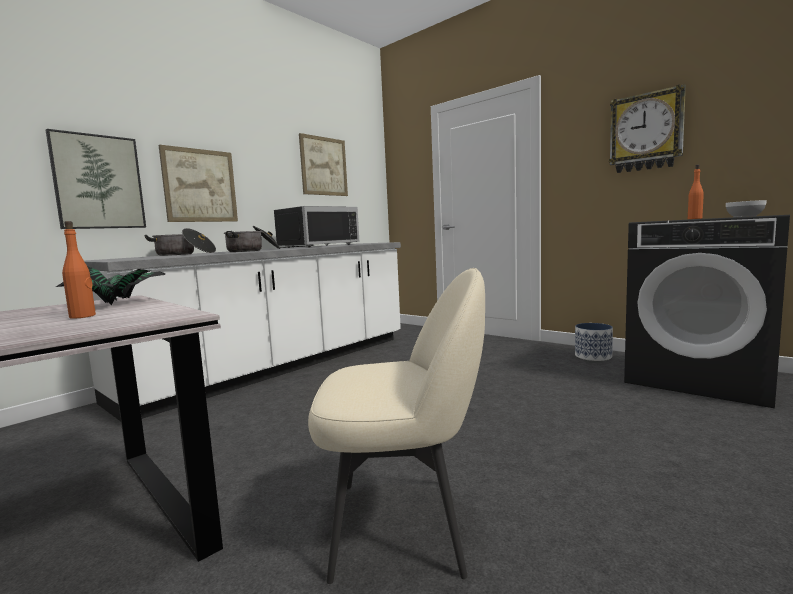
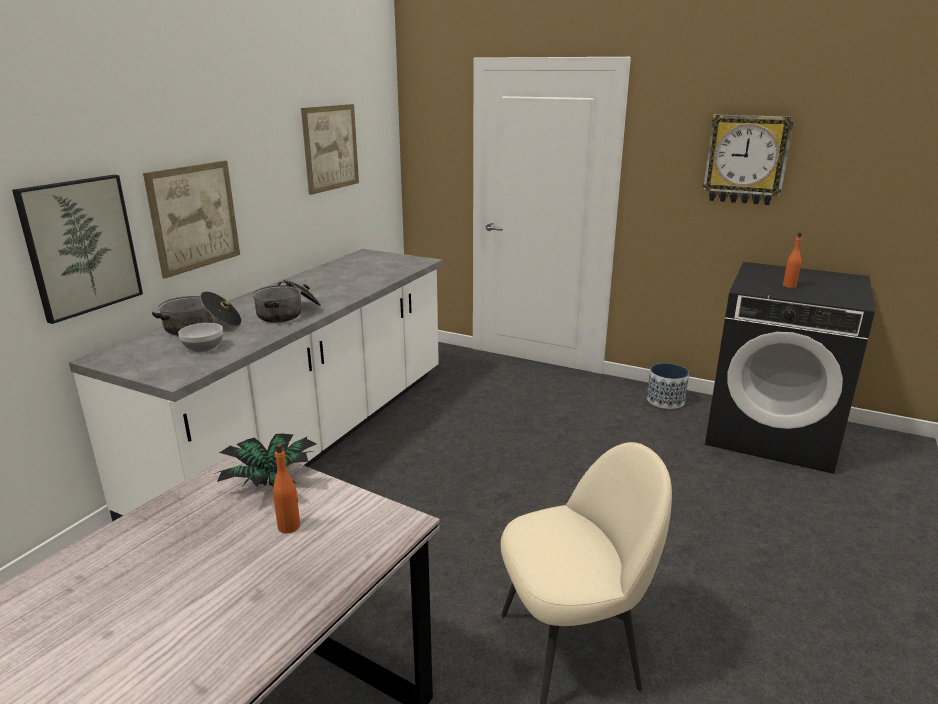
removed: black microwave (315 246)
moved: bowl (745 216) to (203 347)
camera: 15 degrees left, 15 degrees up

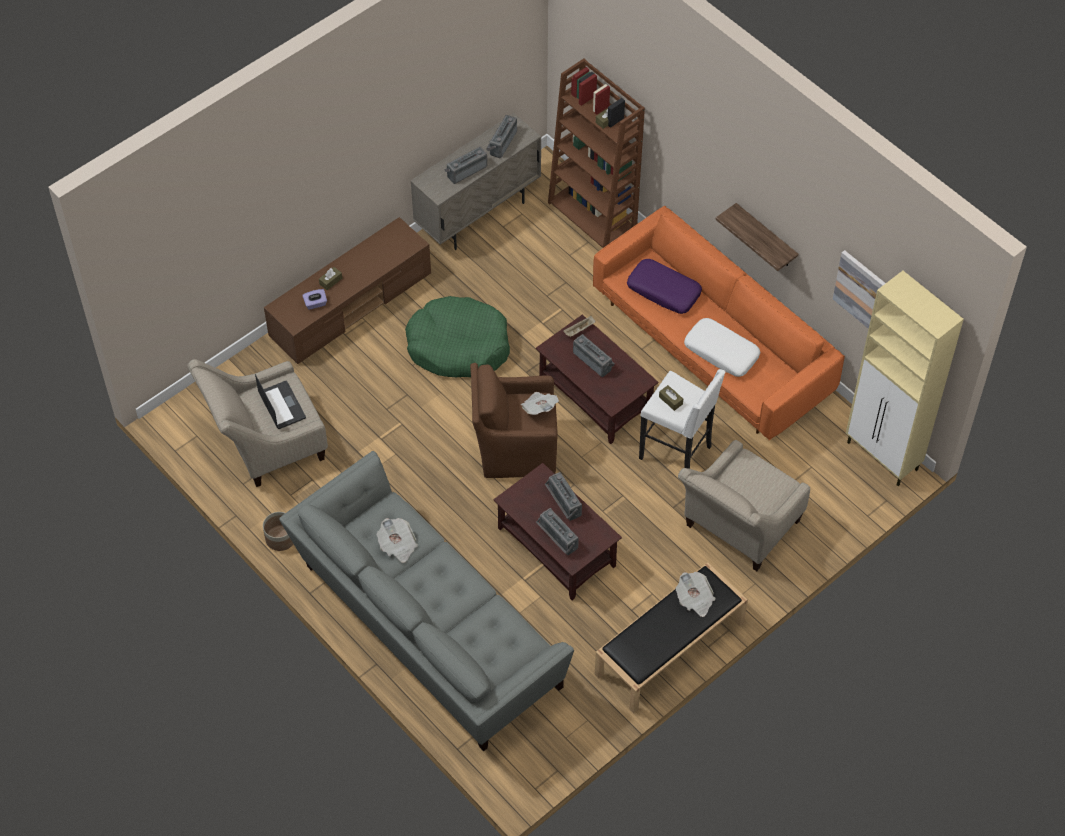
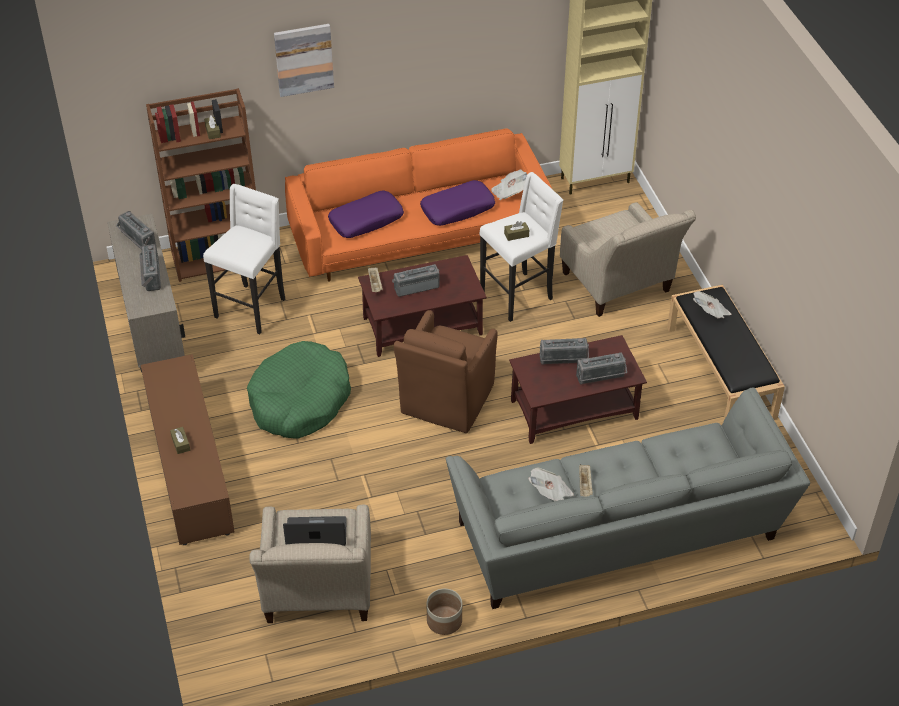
removed: purple tissue box (315 304); shelf (765 237)
added: white stool (252 308); beige tray (585 485)
moved: newspaper (539 408) to (509 192); picture (860 290) to (304 59)
recoloured: white pillow (721 352) to purple pillow (457 209)
camera: 65 degrees left, 10 degrees down

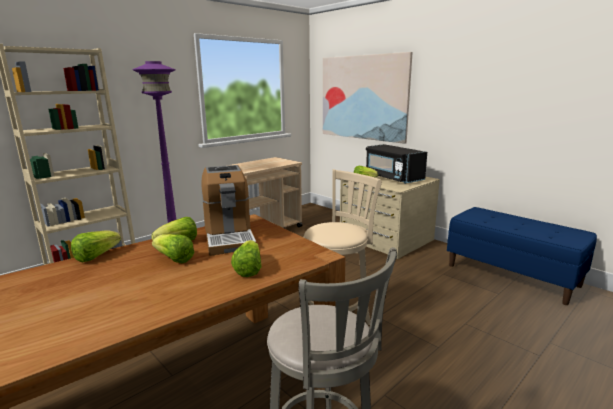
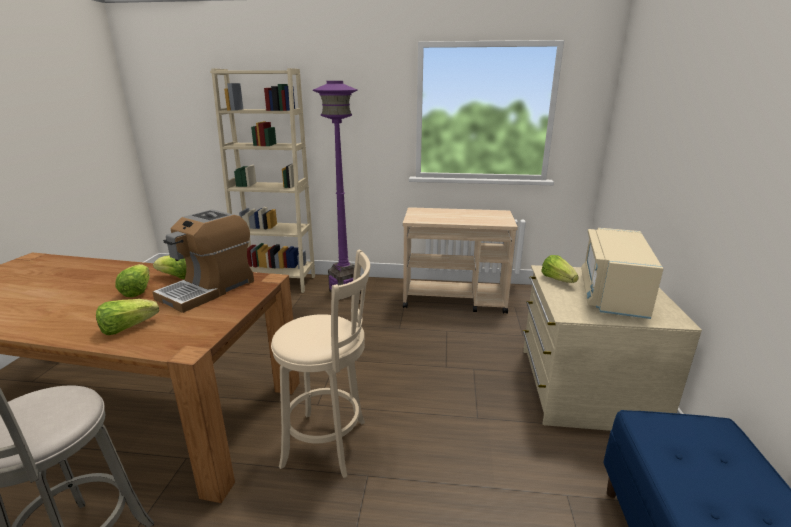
removed: lettuce (96 256); picture (363 97)
recoloured: black microwave (392 178) to beige microwave (612 294)
camera: 50 degrees right, 5 degrees up

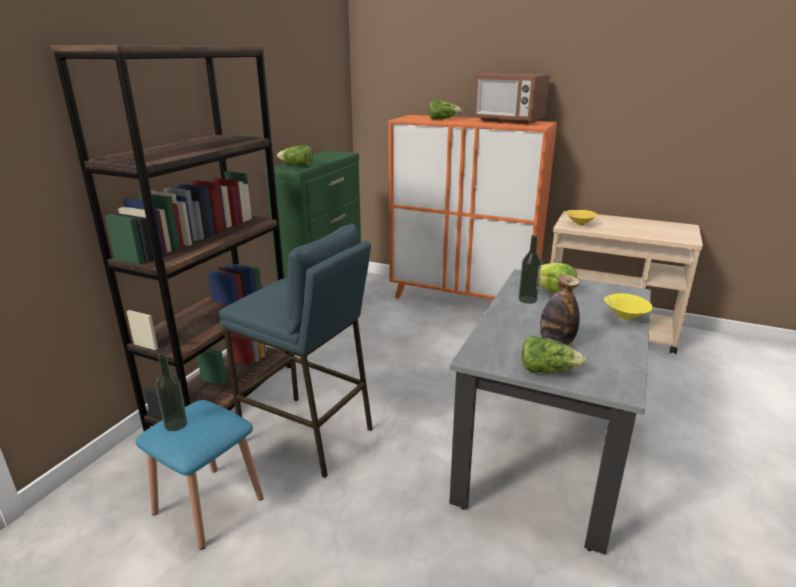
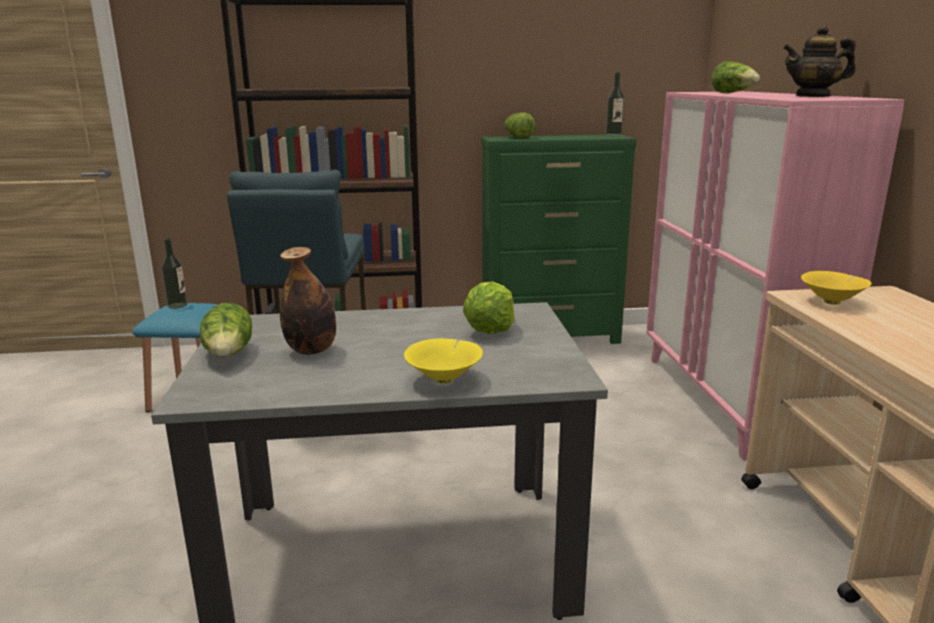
moved: bottle (527 299) to (613 134)
replaced: microwave (508 121) to teapot (813 96)
recoloured: orange cabinet (463 300) to pink cabinet (726 401)
camera: 60 degrees right, 5 degrees down

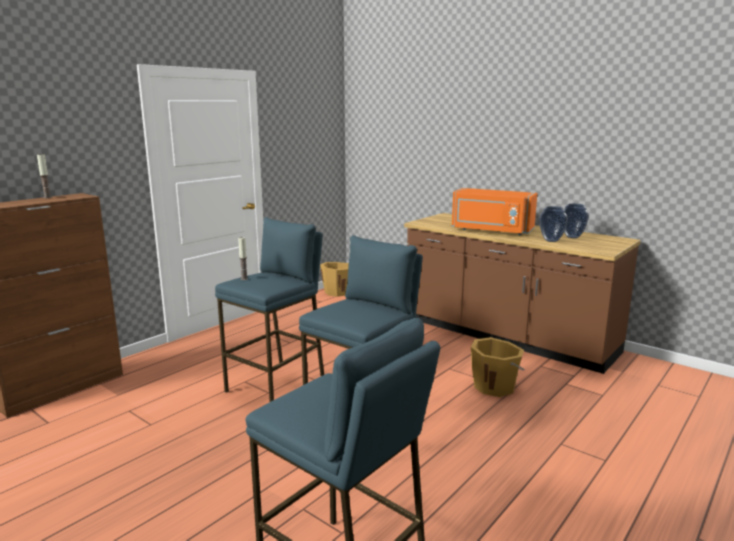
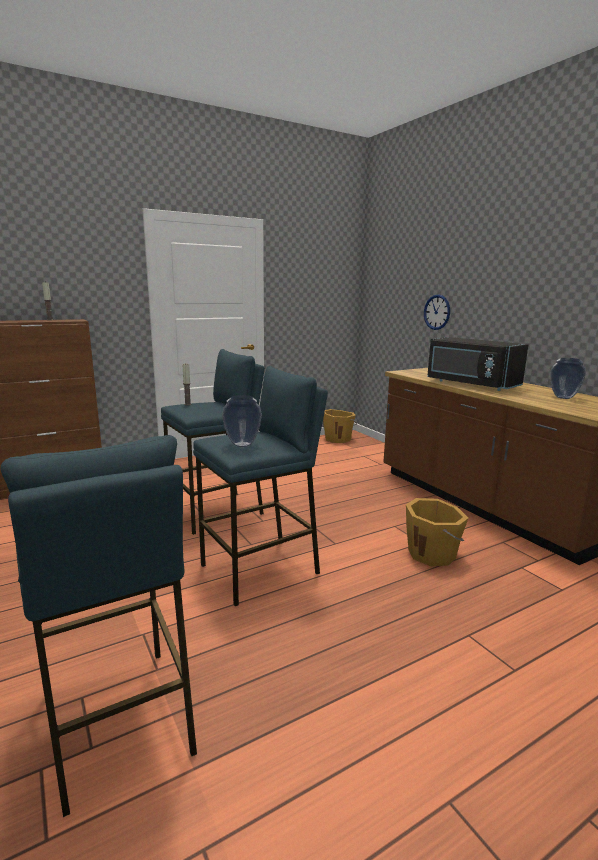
added: wall clock (437 312)
moved: vase (551 240) to (241 444)
recoloured: orange microwave (491 230) to black microwave (470 384)
camera: 20 degrees right, 0 degrees up

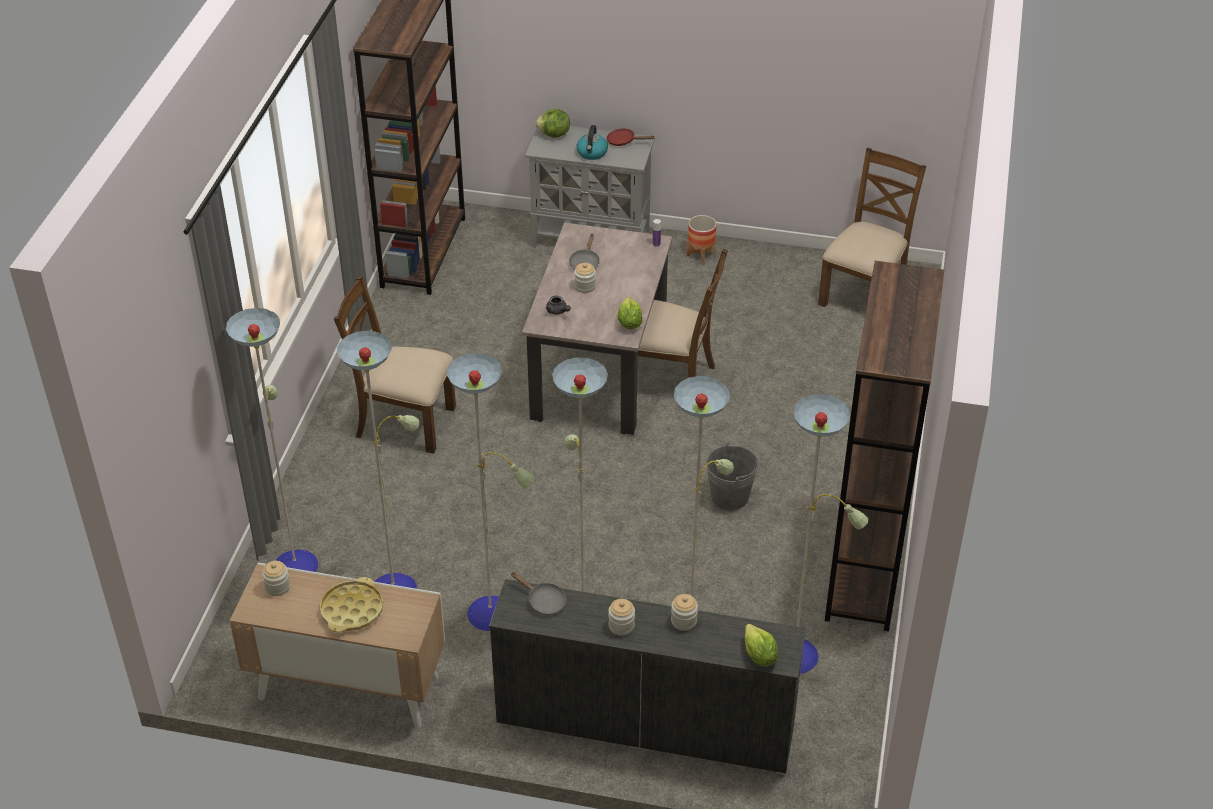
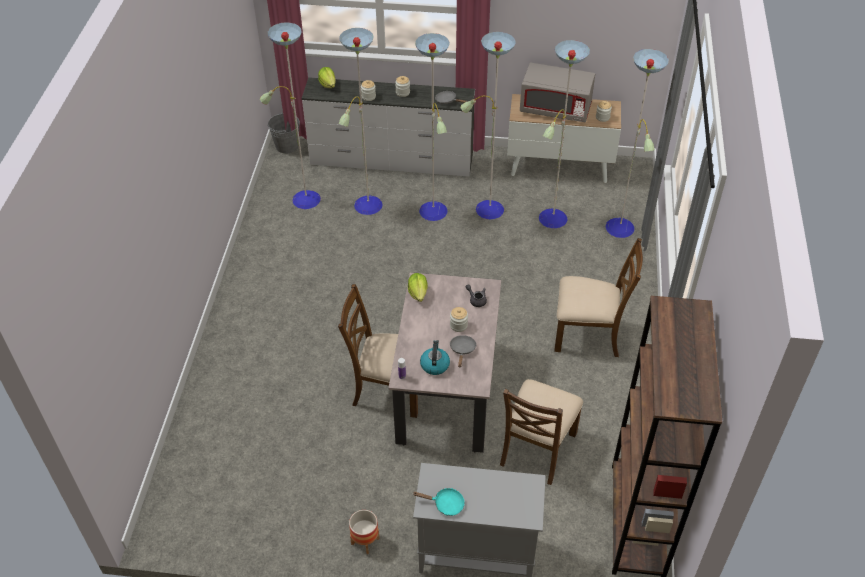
removed: lettuce (554 135); brown bookcase (864 569)
moved: kettle (592 153) to (434 365); grey bucket (730 497) to (287 146); brown chair (864 293) to (537 449)
replaced: yellow tray (352 610) to grey microwave (555 109)
recoloured: red frying pan (624 141) to turquoise frying pan (445 504)
camera: 175 degrees right, 5 degrees up

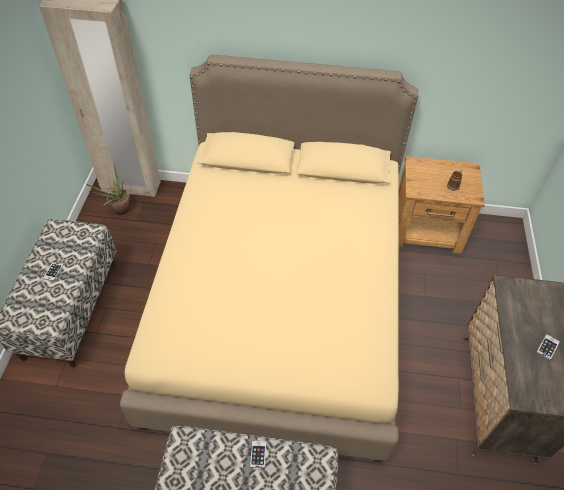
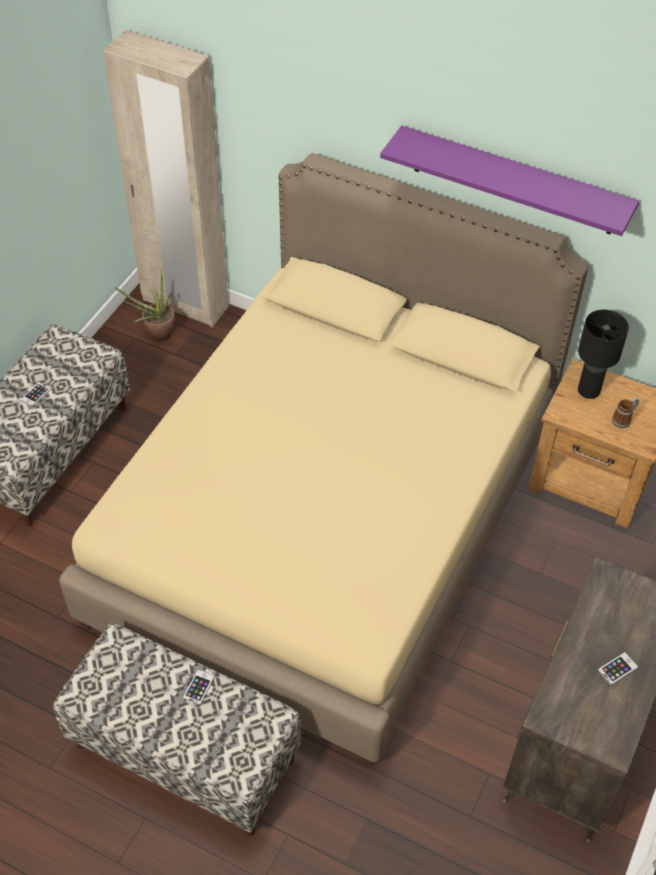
added: purple shelf (513 181); black table lamp (588 391)
camera: 20 degrees right, 0 degrees up

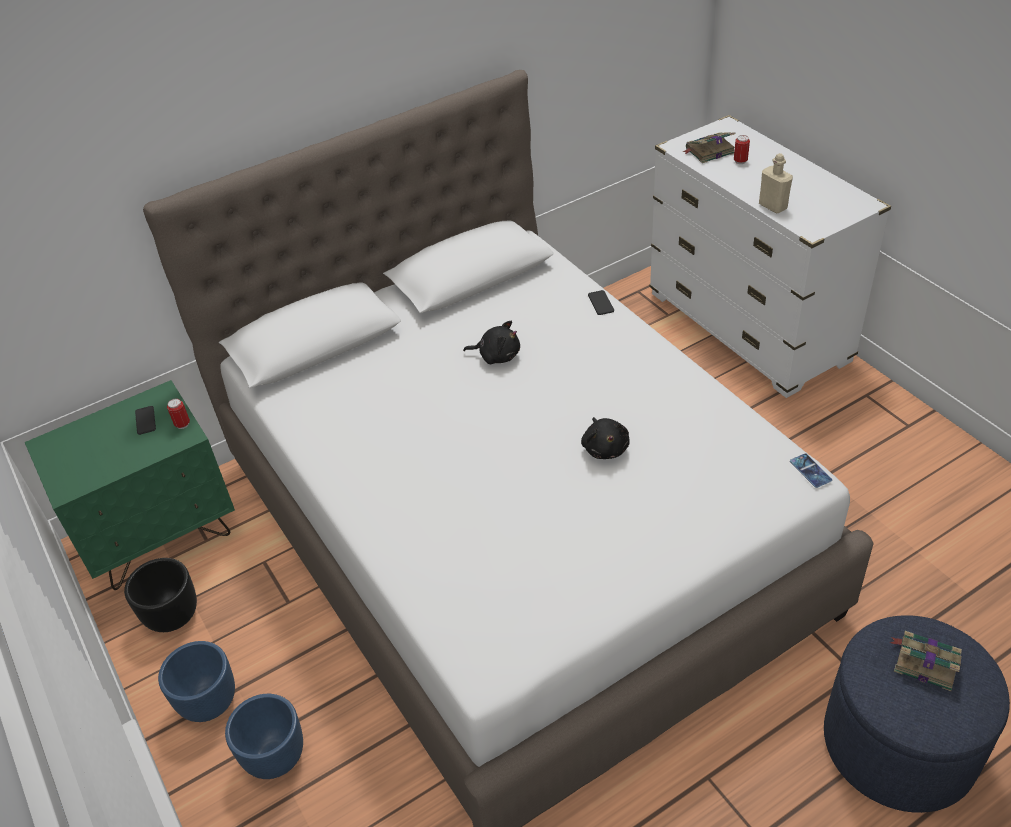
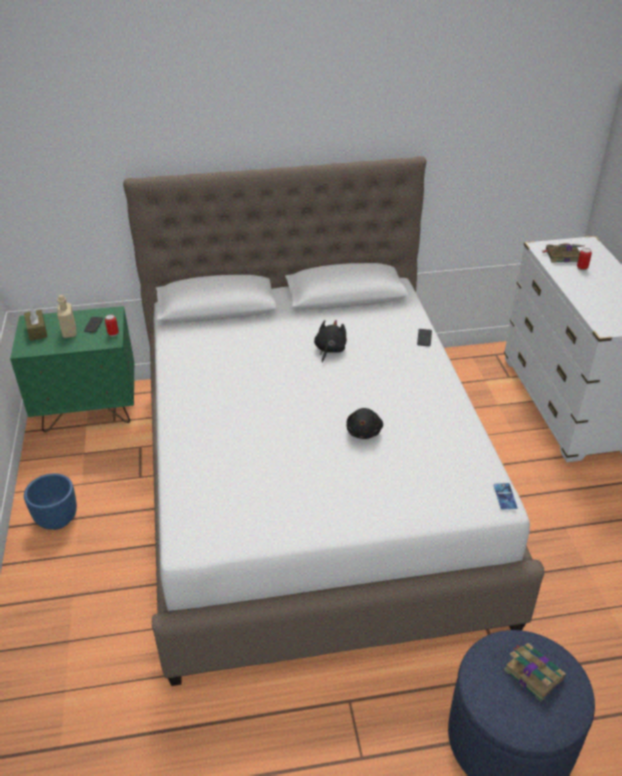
removed: black planter (173 617); blue planter (275 756)
added: brown tissue box (37 330)
moved: beige bottle (773 206) to (69 332)
turned: black plush toy (497 355) = (329 350) 105 degrees counterclockwise
camera: 20 degrees right, 5 degrees down

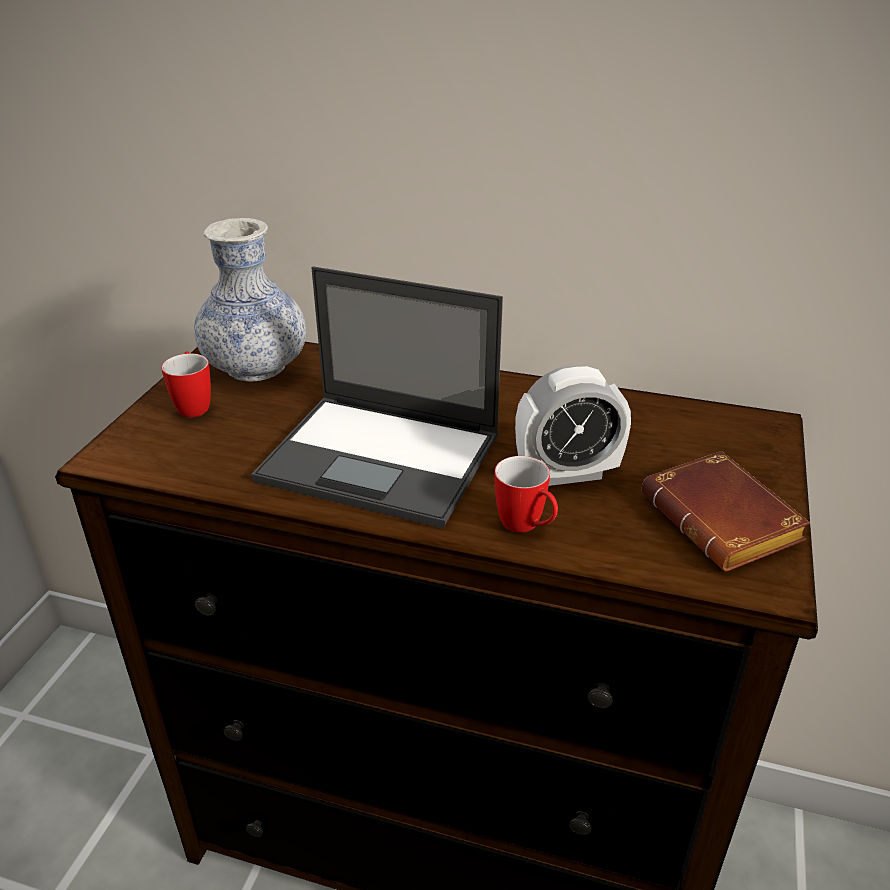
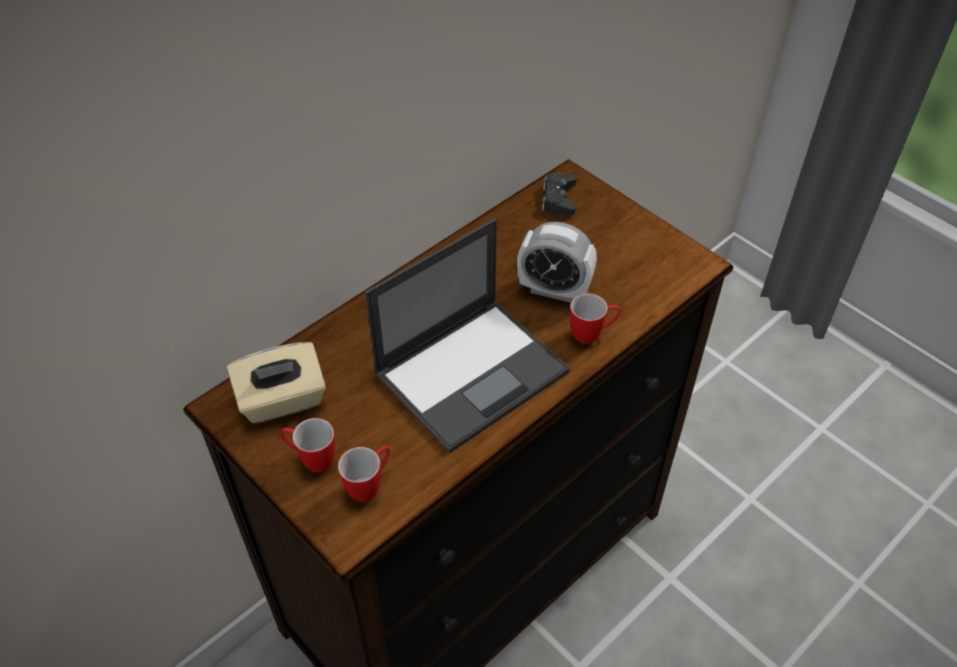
removed: brown book (725 522)
added: mug (370 485); black game controller (559 199)
replaced: vase (256 367) to beige tissue box (282 400)
turned: alarm clock (567 473) = (554 290) 90 degrees clockwise
camera: 60 degrees left, 15 degrees up

